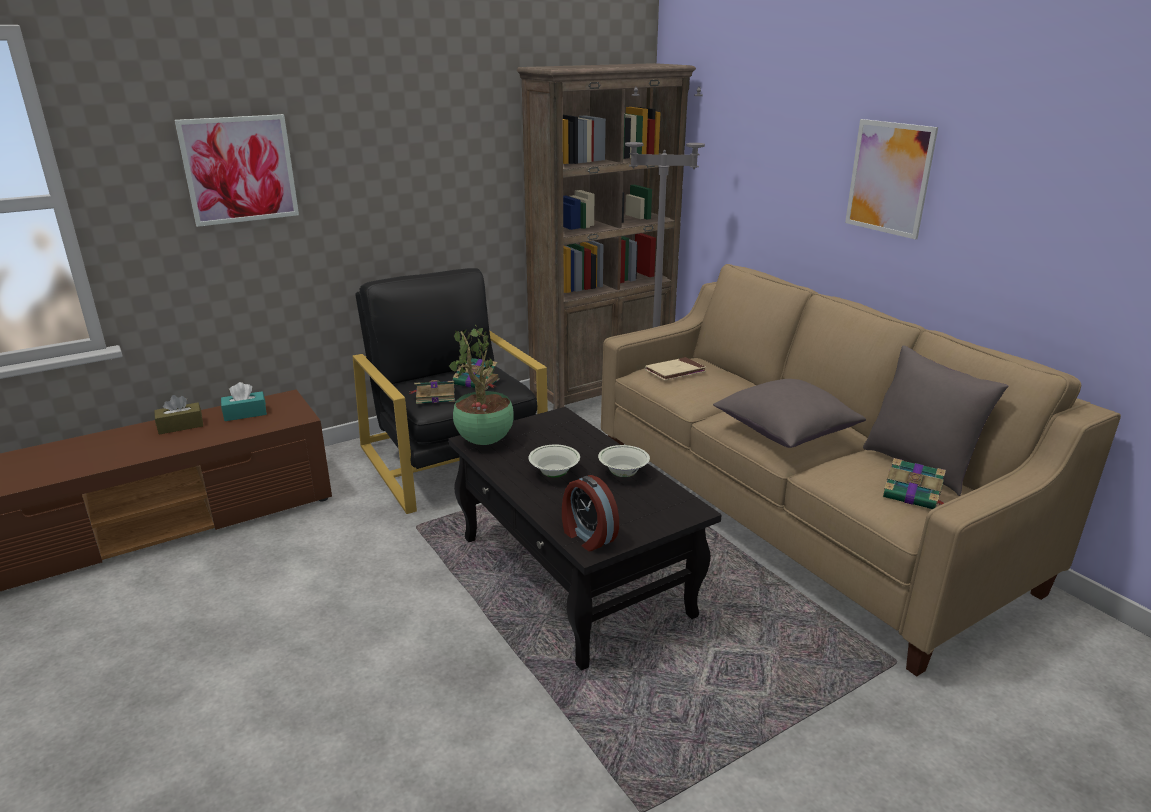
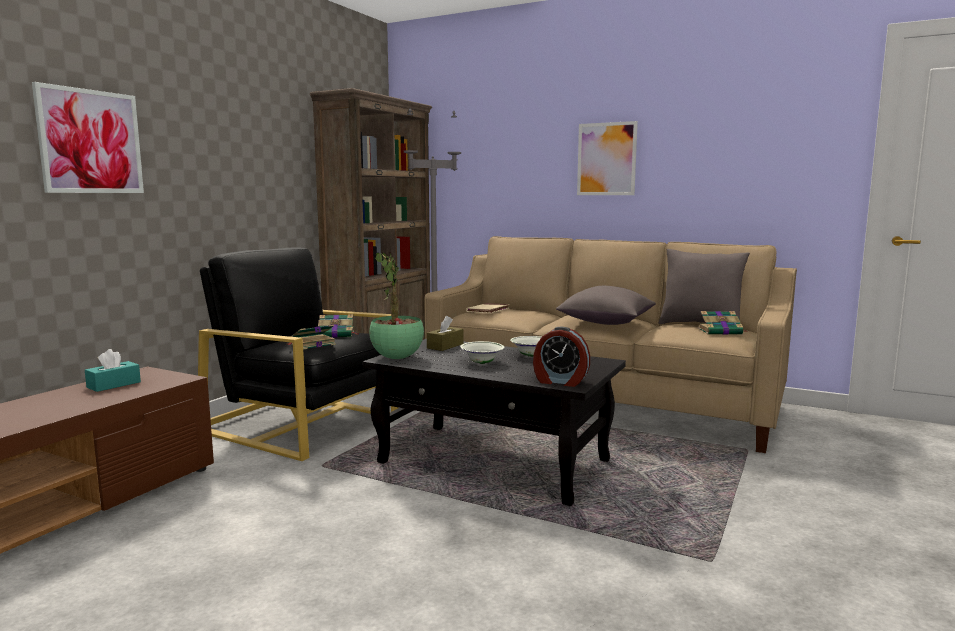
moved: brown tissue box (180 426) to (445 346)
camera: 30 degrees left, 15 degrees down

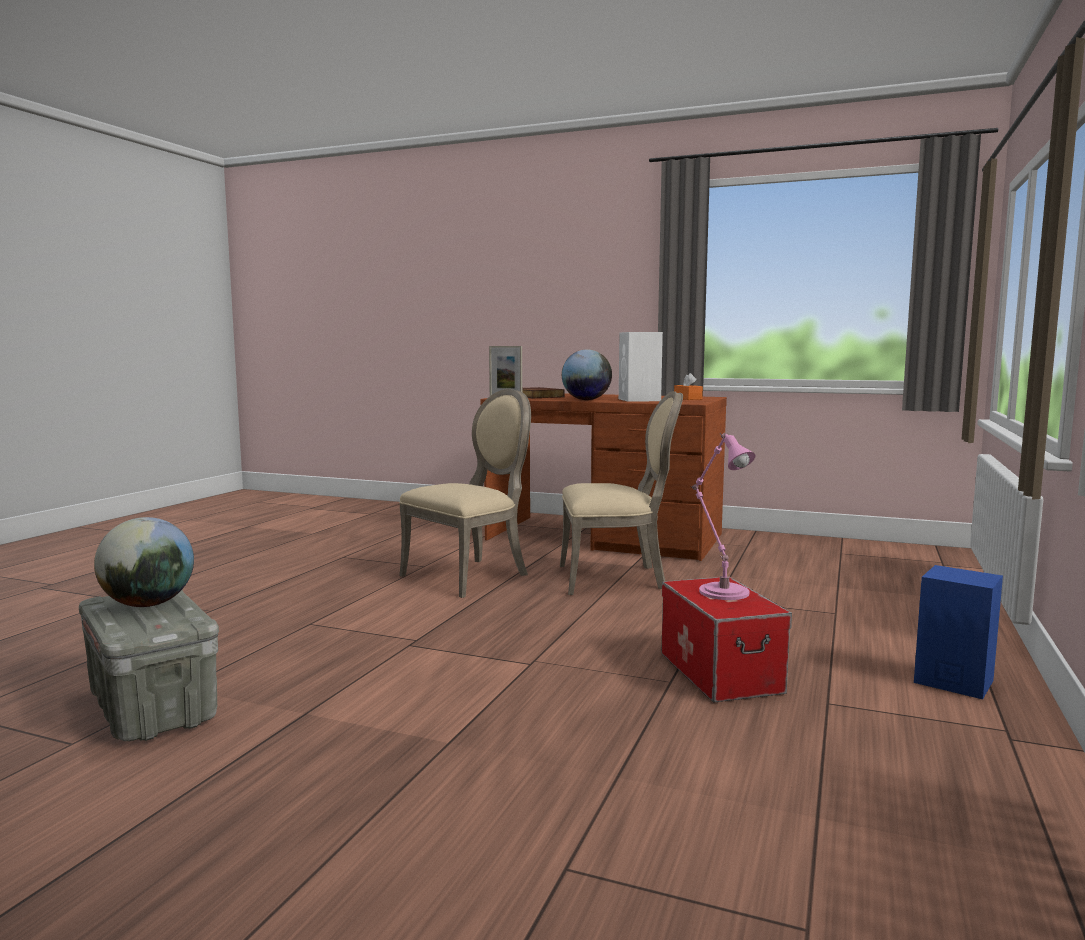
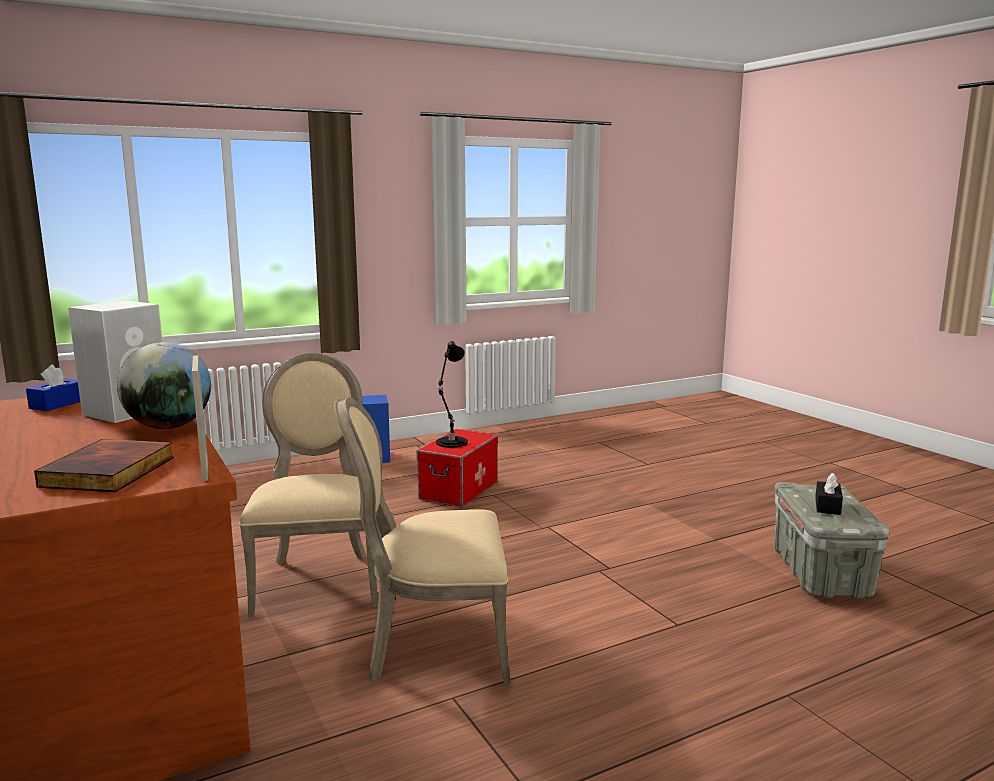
replaced: globe (148 604) to black tissue box (827 506)
recoloured: orange tissue box (687 398) to blue tissue box (58 404); pink table lamp (721 591) to black table lamp (450 443)
turned: beige chair (616 578) = (318 580) 45 degrees clockwise
camera: 140 degrees left, 5 degrees up

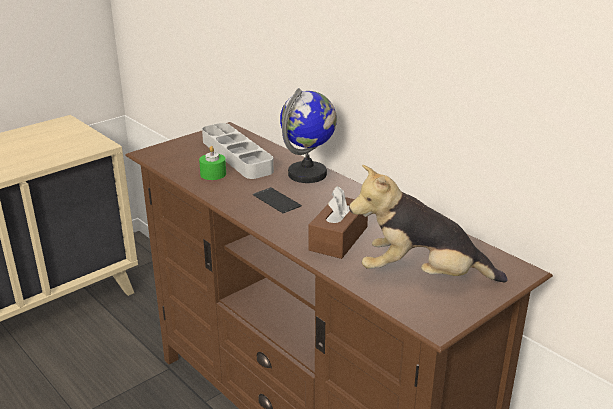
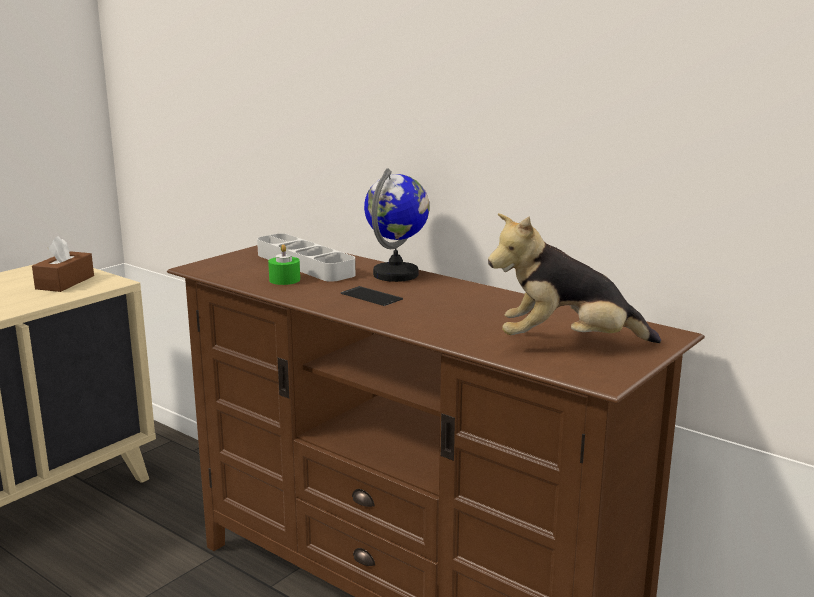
moved: brown tissue box (338 238) to (65 282)
camera: 10 degrees left, 10 degrees down

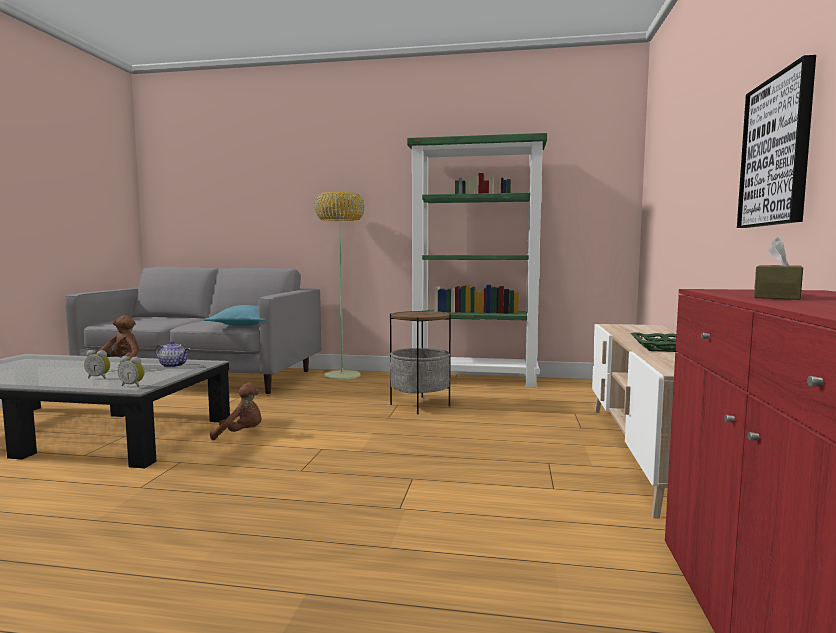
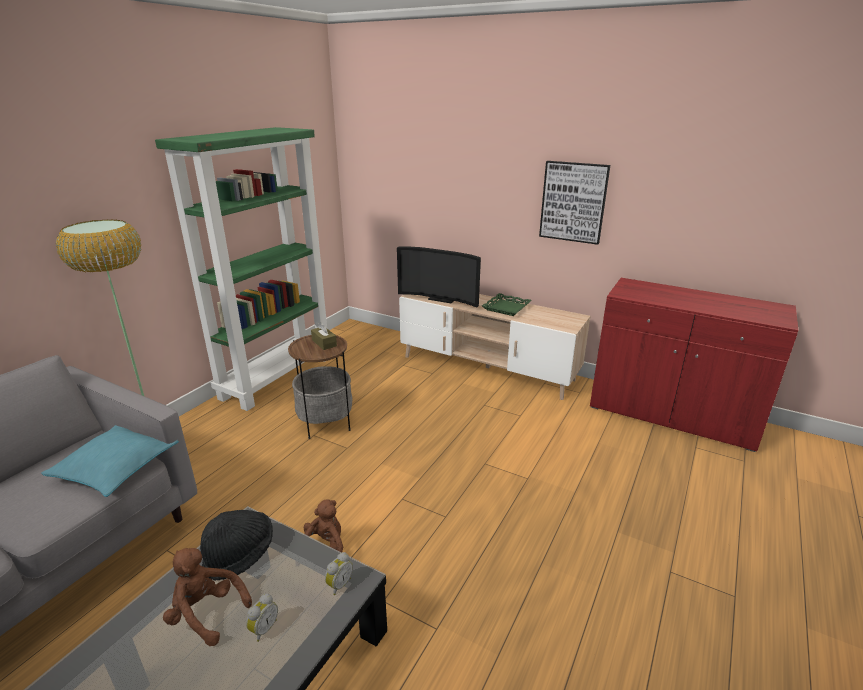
added: television (441 298)
moved: brown tissue box (777 296) to (324 343)
replaced: teapot (174 366) to black hat (240 555)
camera: 70 degrees left, 20 degrees up

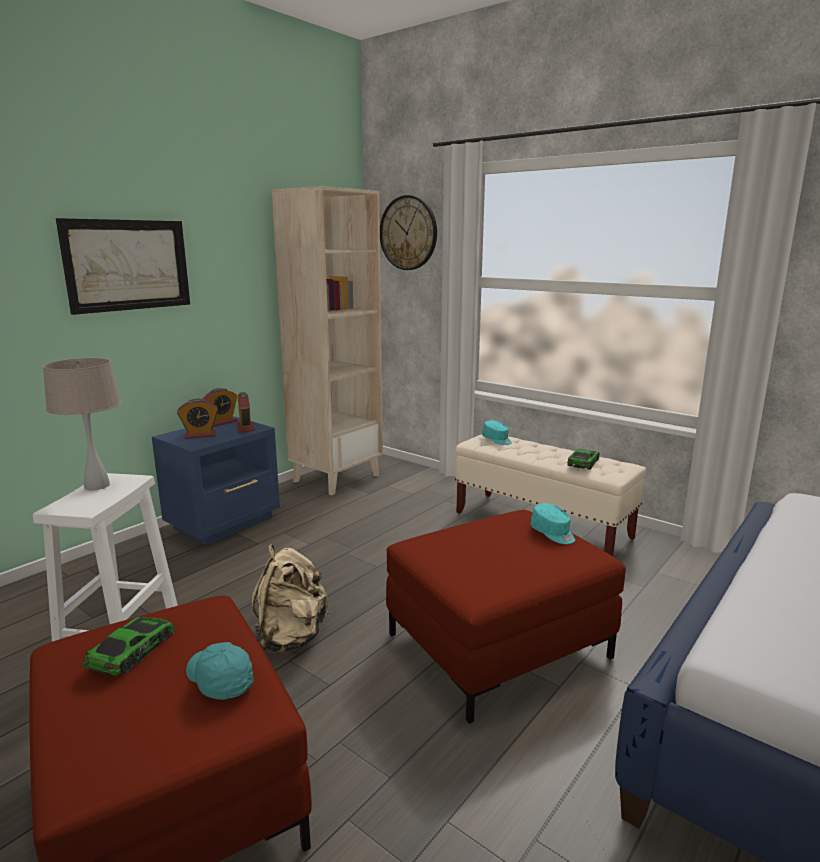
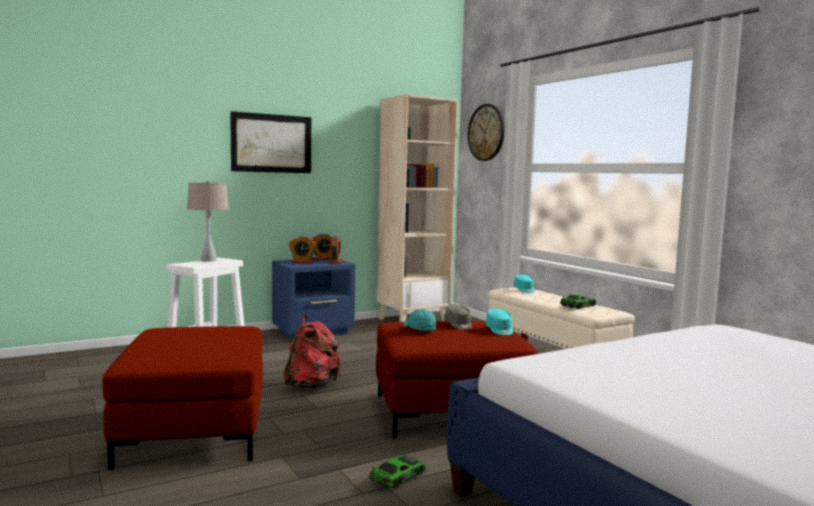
added: grey cap (459 325)
moved: toy car (133 650) to (398 476); turquoise cap (219 681) to (419 329)
recoloured: beige backpack (290 638) to red backpack (311 386)
camera: 20 degrees right, 10 degrees down

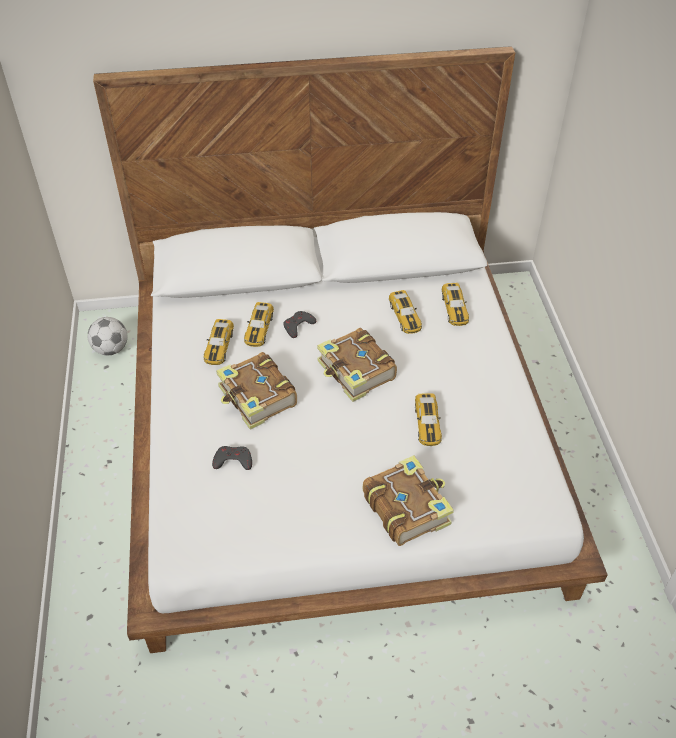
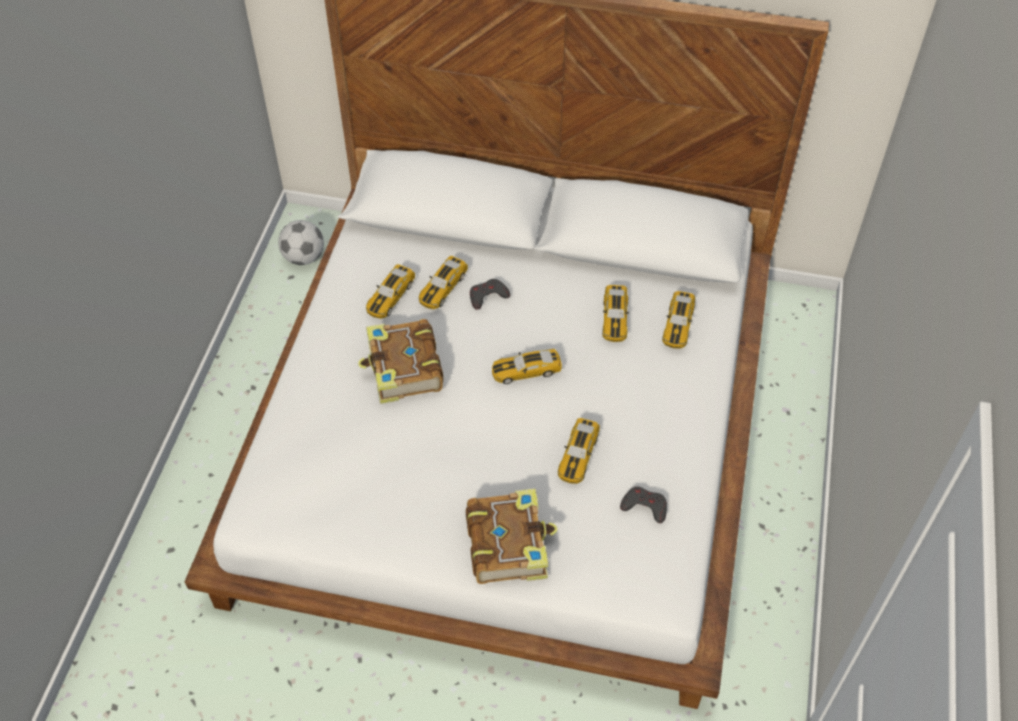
moved: grey game controller (233 460) to (644 506)
replaced: book (356 372) to toy car (526 370)
camera: 20 degrees right, 5 degrees up

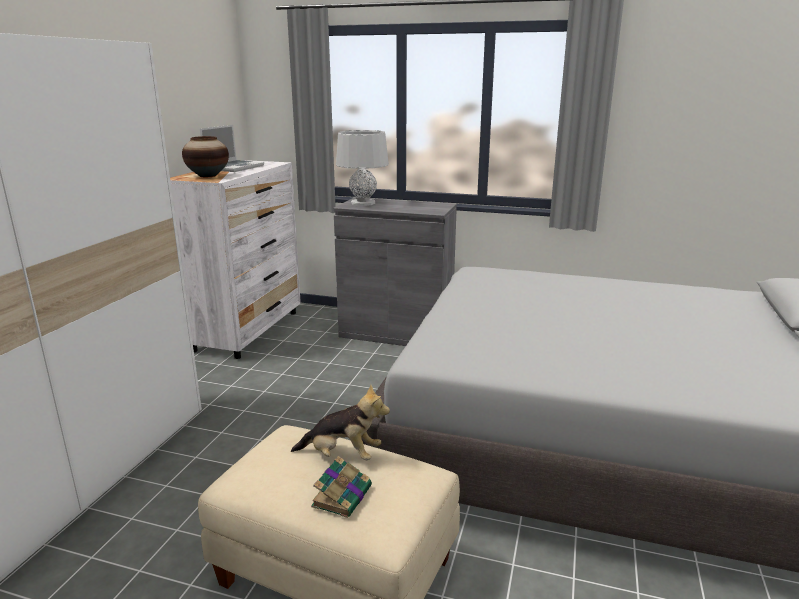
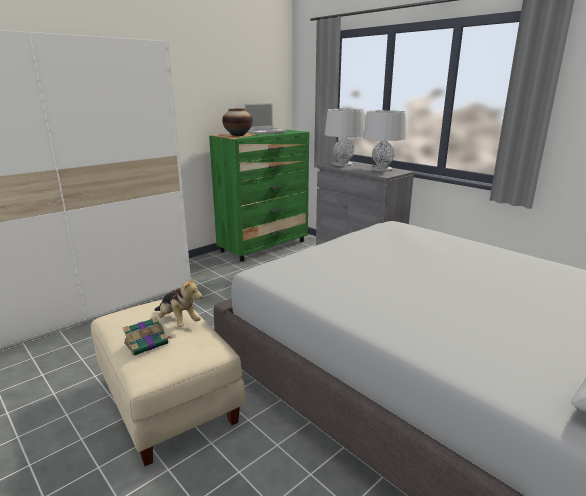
added: grey table lamp (382 169)
recoloured: white dresser (249 330) to green dresser (264 246)
camera: 30 degrees right, 0 degrees up

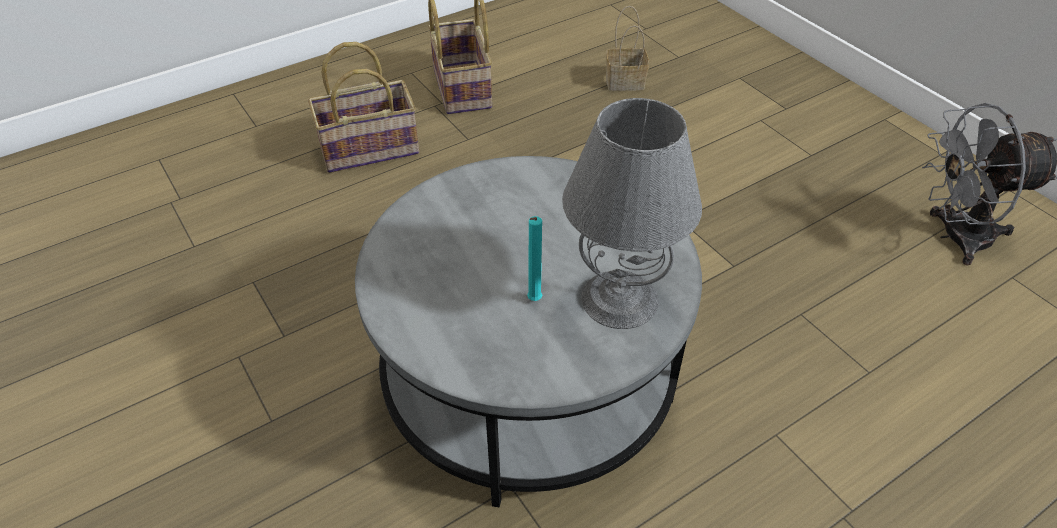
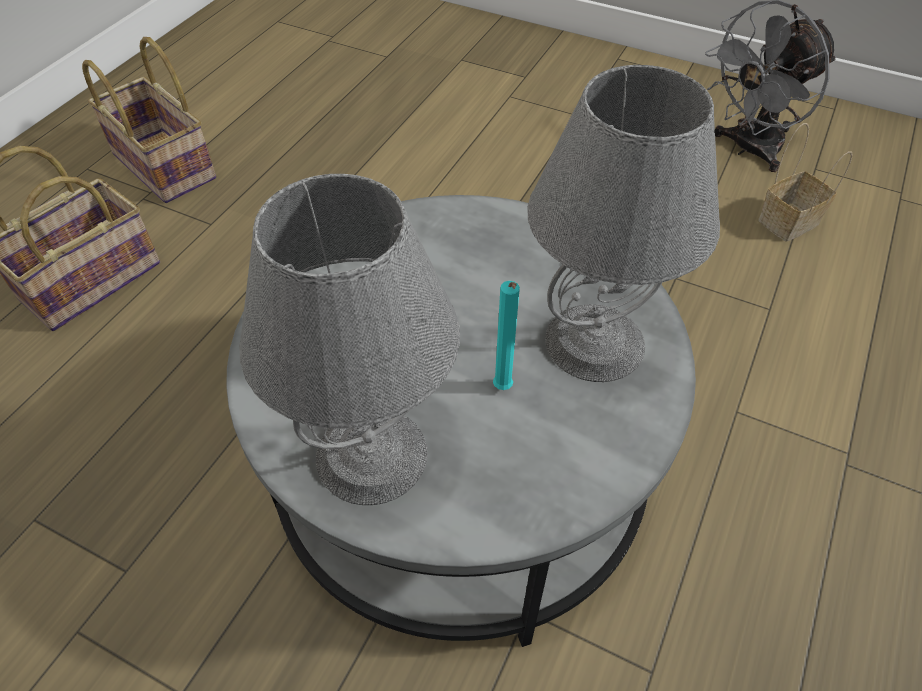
added: grey table lamp (372 453)
moved: basket (626 81) to (789 220)
camera: 30 degrees left, 5 degrees up

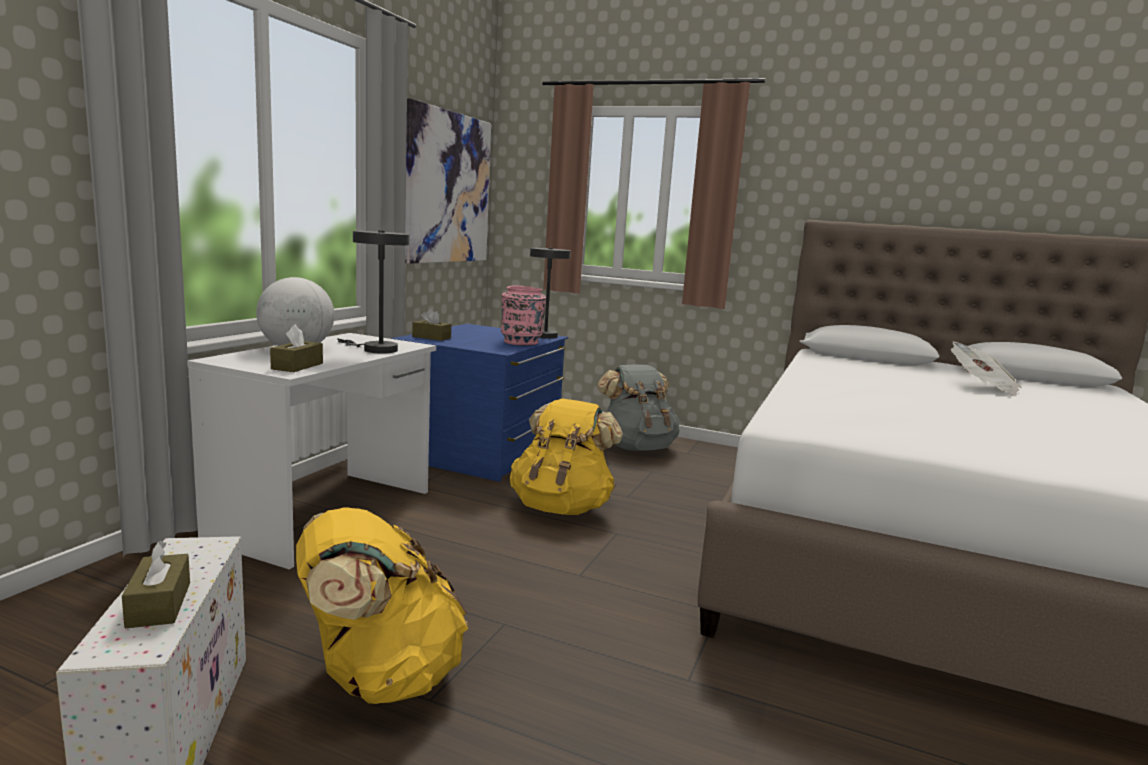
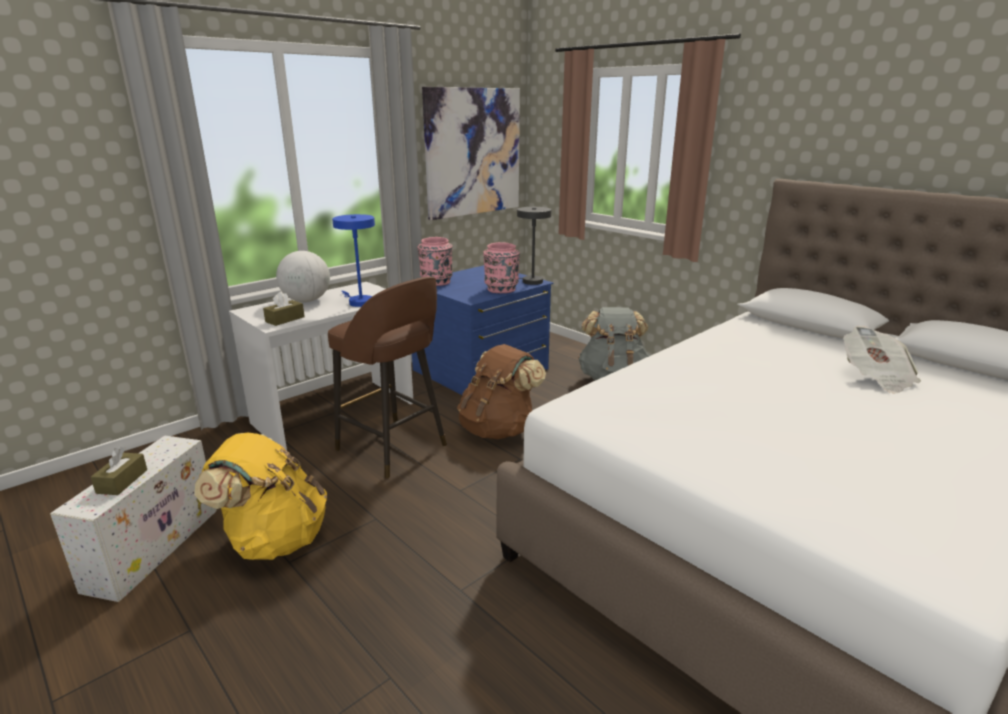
added: brown stool (393 449)
replaced: brown tissue box (431 337) to pink vase (436 282)
recoloured: grey table lamp (375 349) to blue table lamp (358 302); yellow backpack (562 507) to brown backpack (498 429)
camera: 25 degrees right, 10 degrees up

